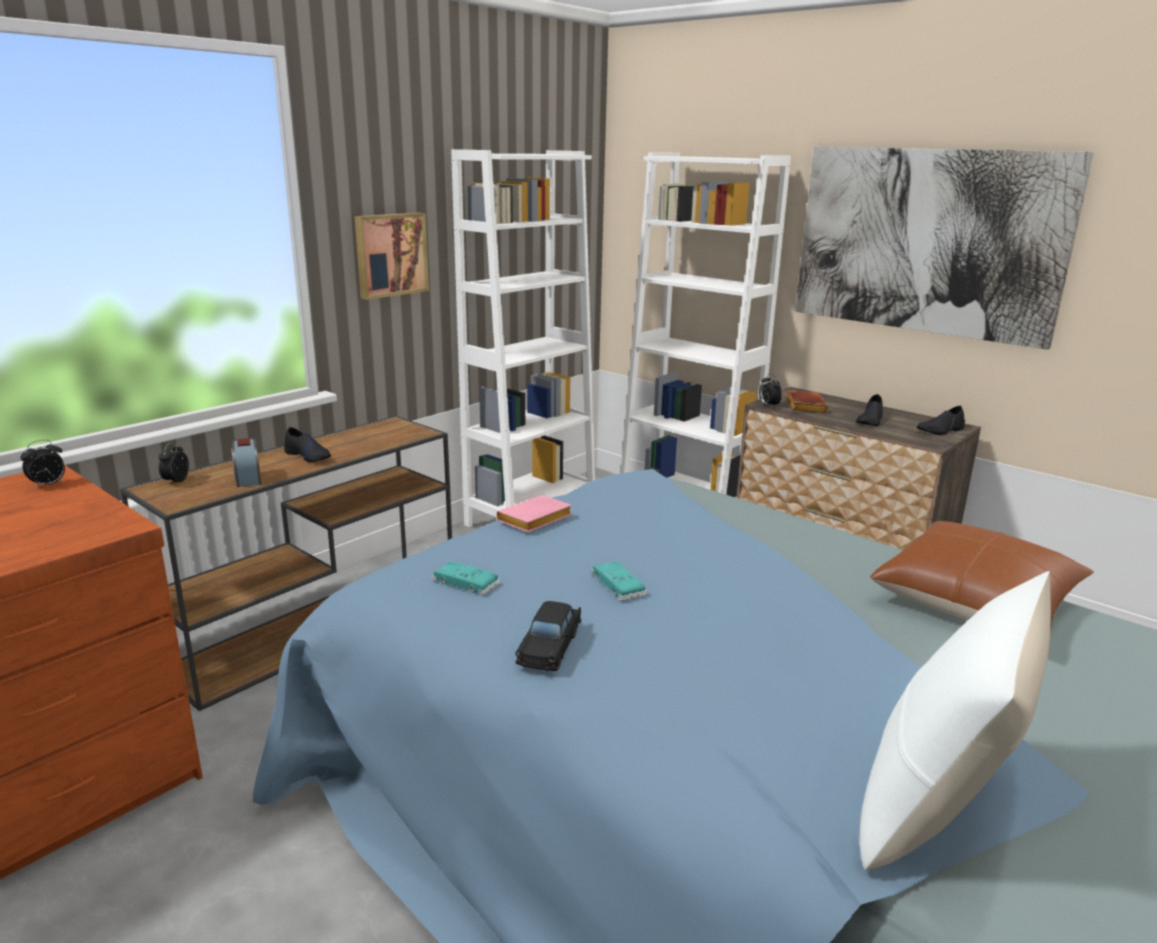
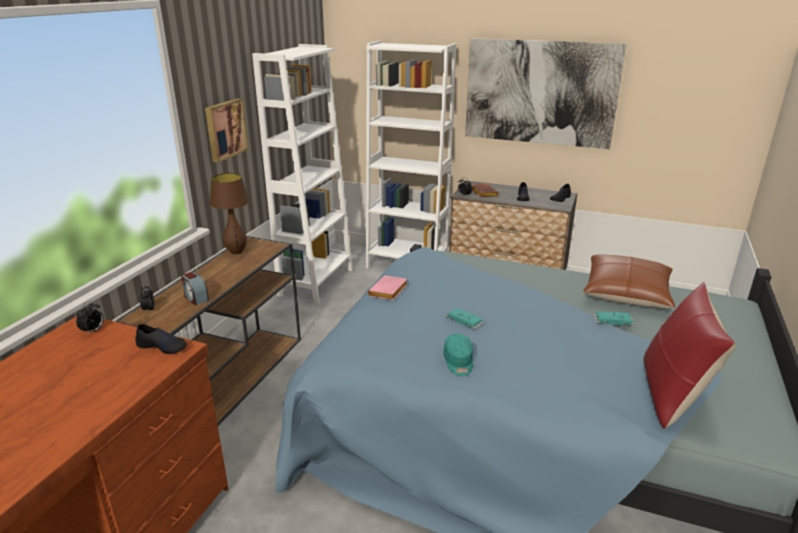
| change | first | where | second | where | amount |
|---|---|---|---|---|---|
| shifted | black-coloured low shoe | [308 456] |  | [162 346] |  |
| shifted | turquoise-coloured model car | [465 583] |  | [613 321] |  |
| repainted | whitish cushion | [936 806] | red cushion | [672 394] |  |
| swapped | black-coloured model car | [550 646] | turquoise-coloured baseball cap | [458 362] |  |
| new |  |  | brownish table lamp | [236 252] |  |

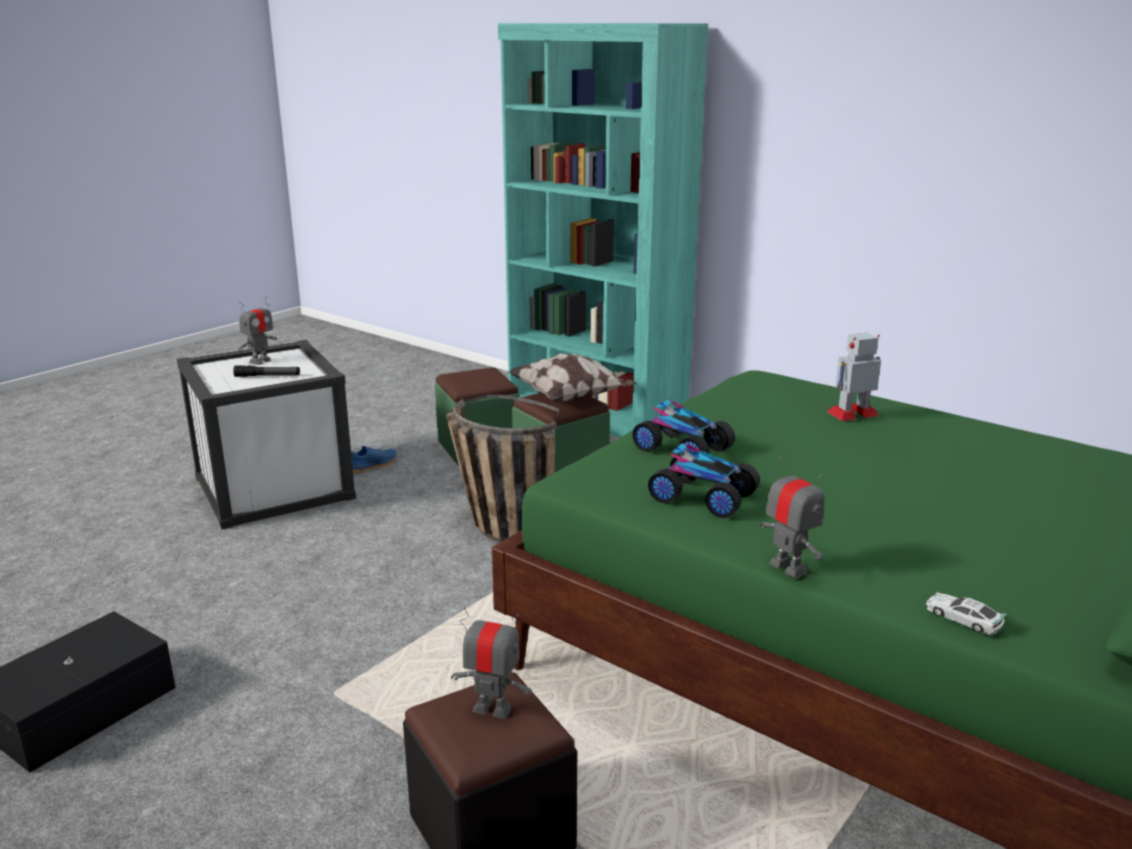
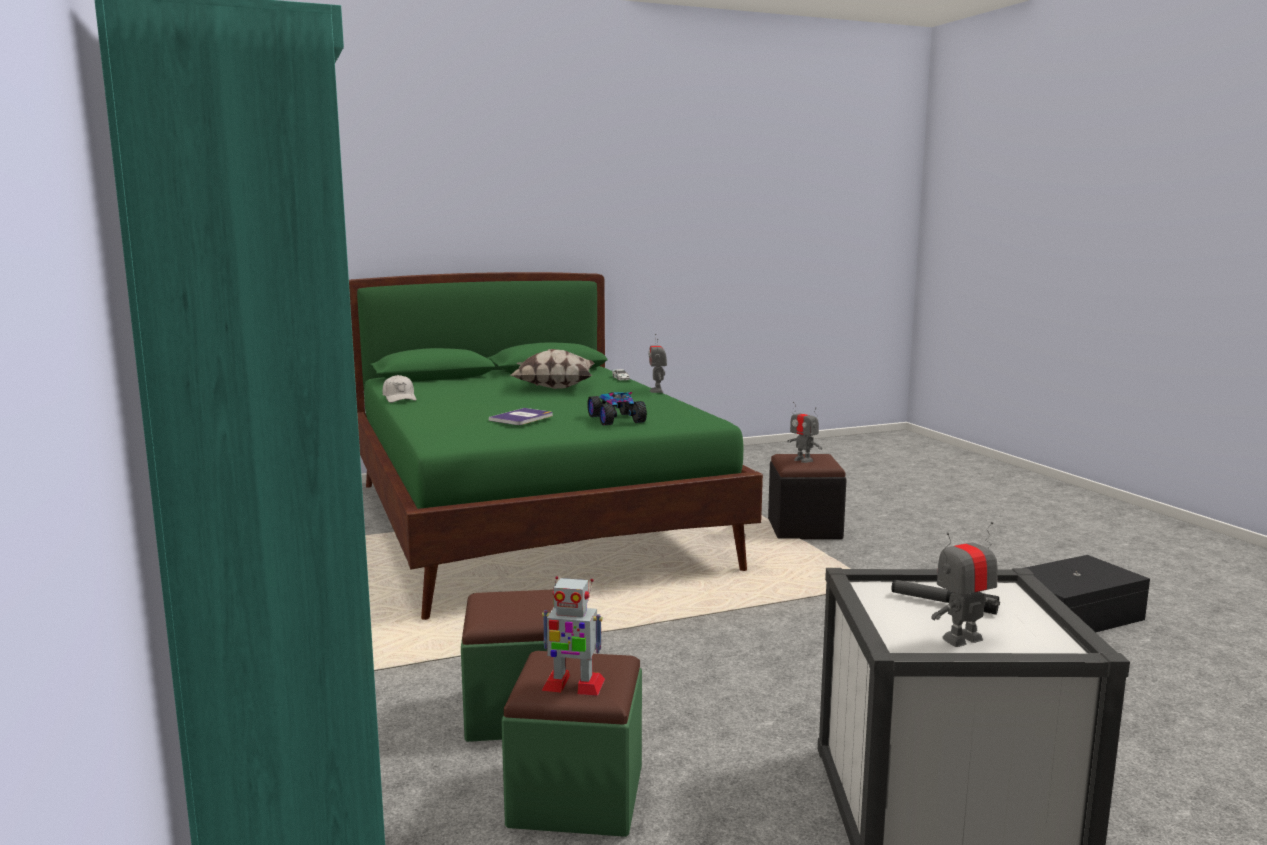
| change | first | where | second | where | amount |
|---|---|---|---|---|---|
| shifted | model robot | [853 413] |  | [572 685] |  |
| shifted | cushion | [571 398] |  | [553 387] |  |
| gone | basket | [496 525] |  |  |  |
| gone | model car | [702 498] |  |  |  |
| gone | blue-coloured low shoe | [372 465] |  |  |  |
| new |  |  | whitish baseball cap | [399 398] |  |
| new |  |  | bound book | [522 418] |  |

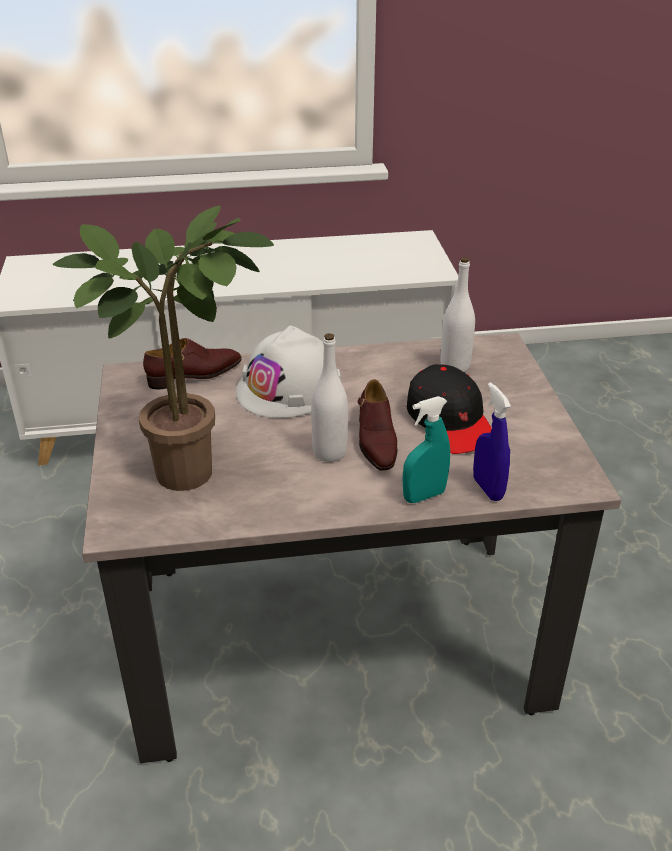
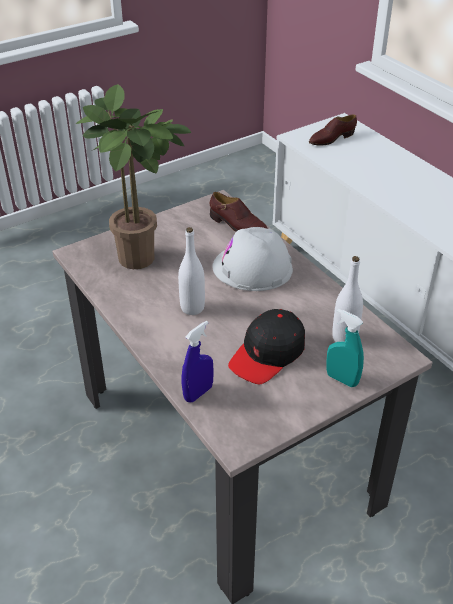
| change | first | where | second | where | amount |
|---|---|---|---|---|---|
| shifted | brownish low shoe | [376 441] |  | [331 138] |  |
| shifted | turquoise-coloured hand sprayer | [424 496] |  | [342 379] |  |

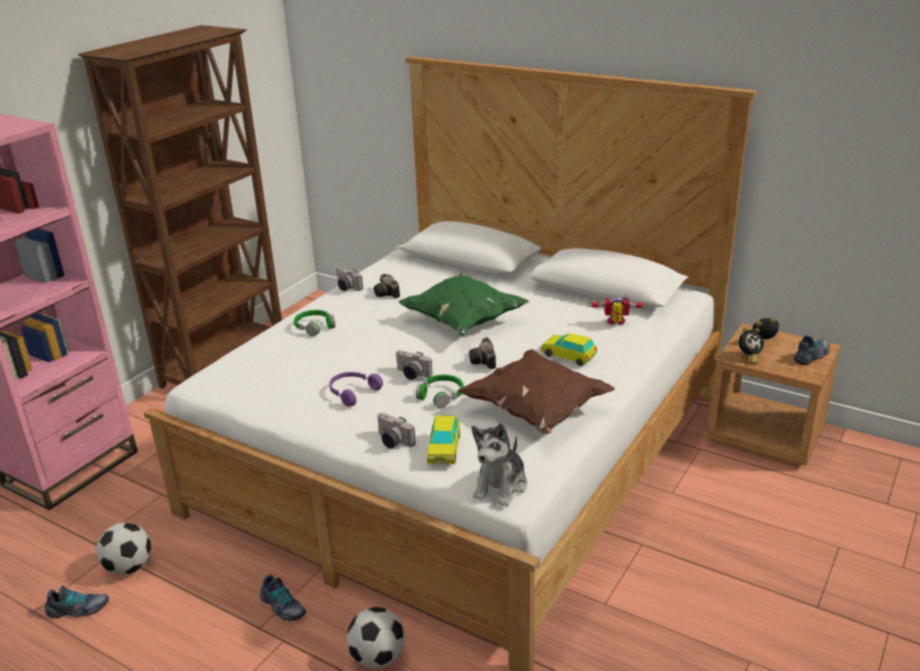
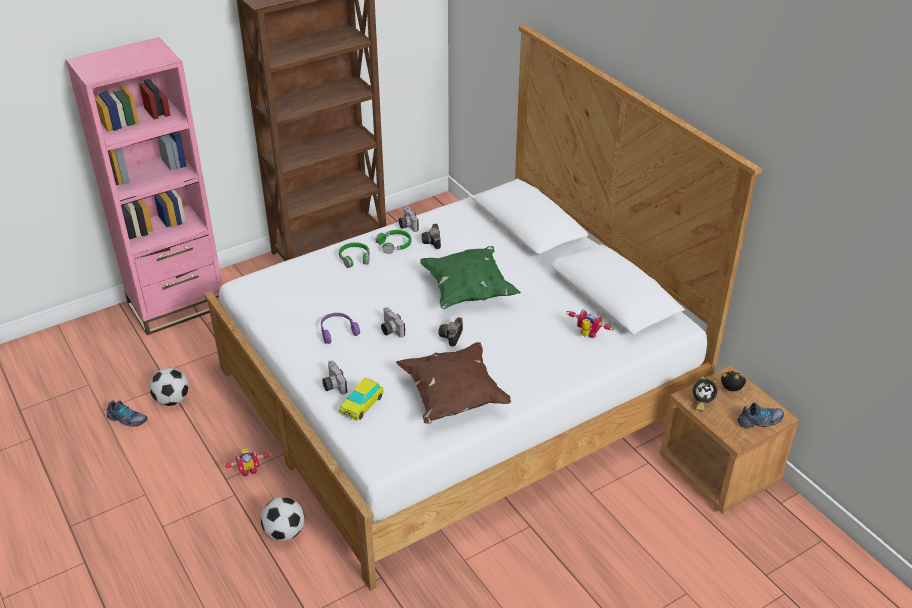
| change | first | where | second | where | amount |
|---|---|---|---|---|---|
| gone | model car | [568 356] |  |  |  |
| shifted | green-coloured pair of headphones | [441 395] |  | [394 245] |  |
| gone | cuddly toy | [501 486] |  |  |  |
| swapped | low shoe | [282 607] | model robot | [248 470] |  |

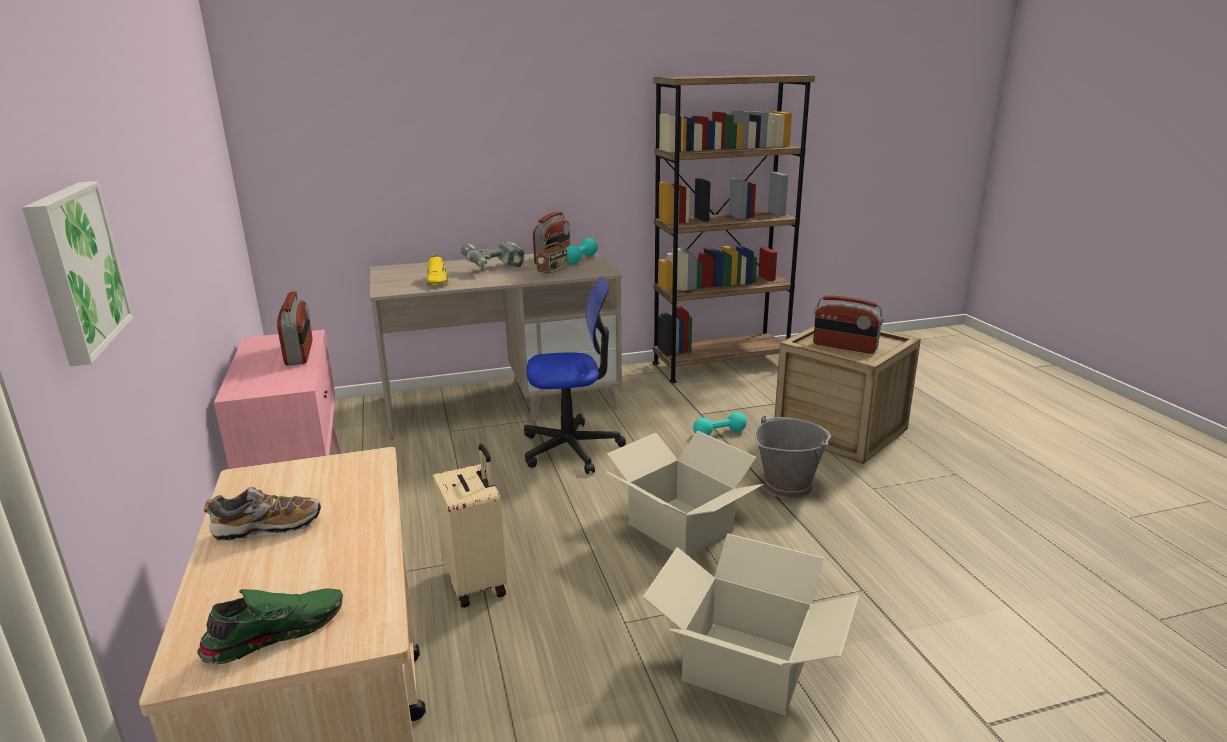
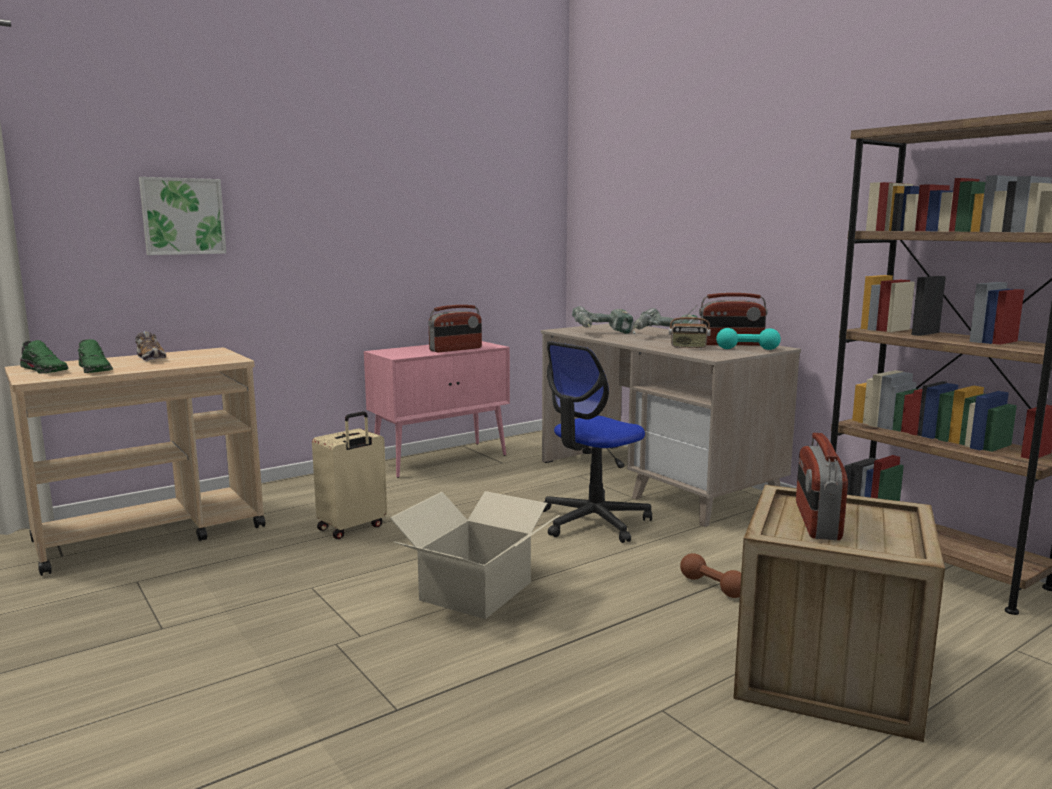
| change | first | where | second | where | amount |
|---|---|---|---|---|---|
| swapped | yellow low shoe | [438 281] | electric drill | [603 334] |  |
| rotated | desk chair | [571 448] |  | [593 522] | 75 degrees clockwise |
| repainted | turquoise-coloured hand weight | [719 433] | brownish hand weight | [712 587] |  |
| gone | grey pail | [787 486] |  |  |  |
| gone | carton | [746 666] |  |  |  |
| new |  |  | green-coloured low shoe | [95 369] |  |

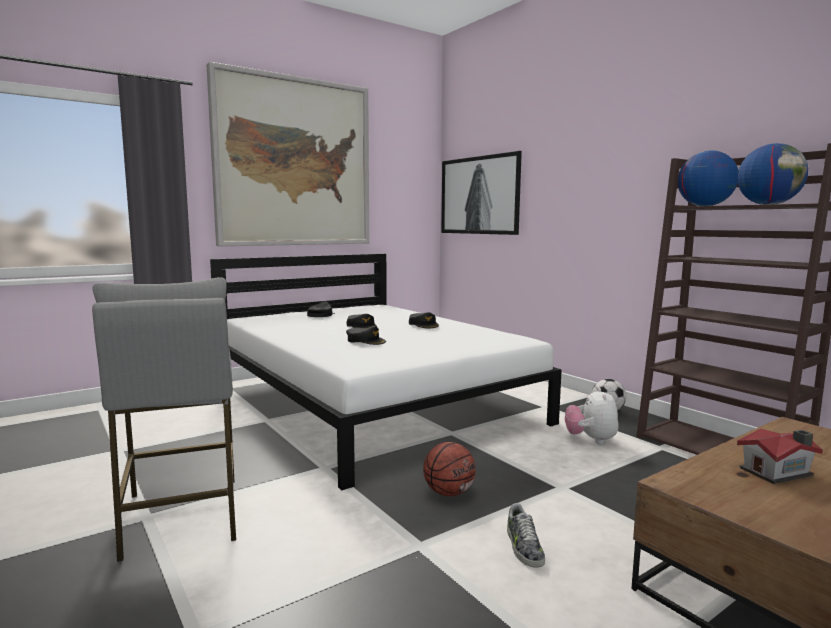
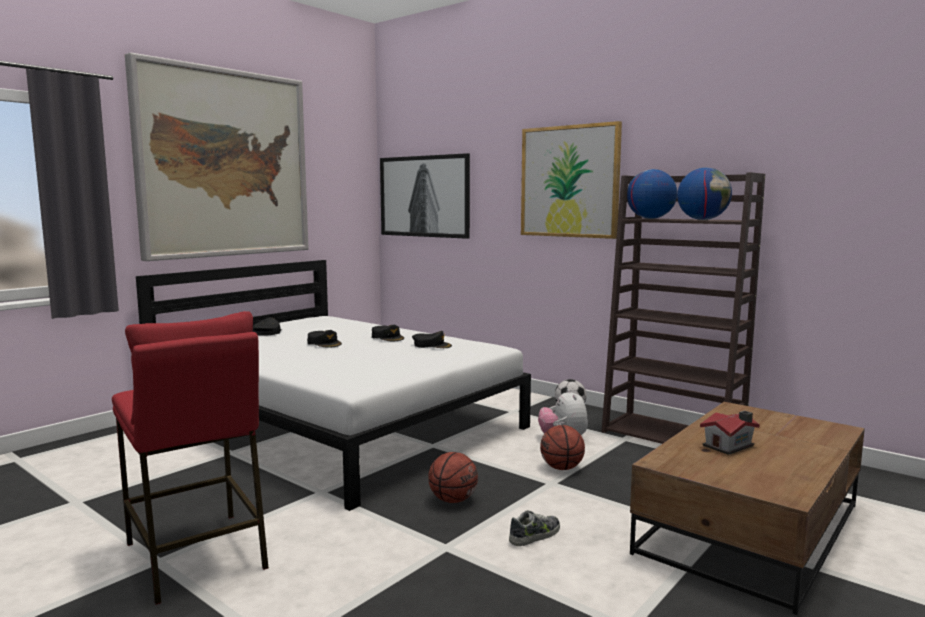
| change | first | where | second | where | amount |
|---|---|---|---|---|---|
| repainted | grey stool | [181 516] | red stool | [196 555] |  |
| shifted | black-coloured baseball cap | [366 341] |  | [432 345] |  |
| rotated | low shoe | [523 547] |  | [535 535] | 105 degrees counterclockwise |
| new |  |  | wall art | [569 181] |  |
| new |  |  | ball for basketball | [562 468] |  |

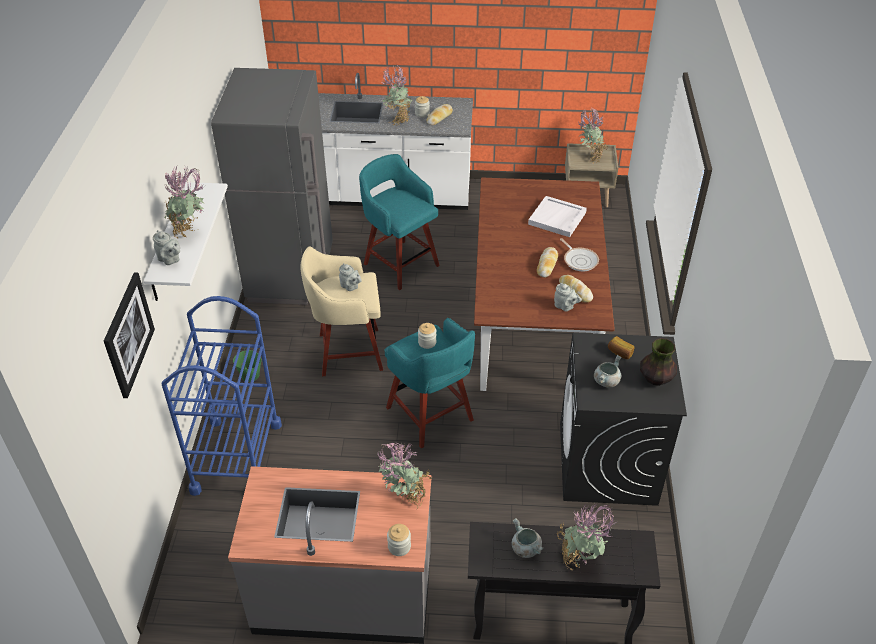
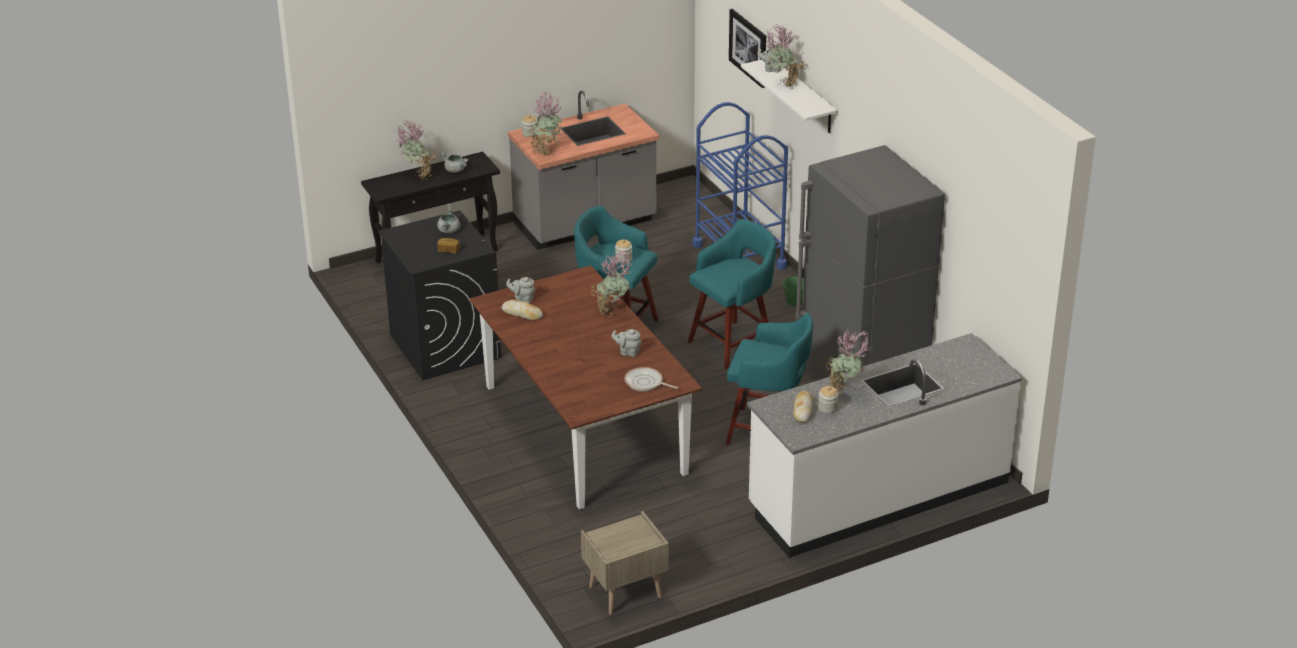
| change | first | where | second | where | amount |
|---|---|---|---|---|---|
| shifted | plant in a pot | [589 157] |  | [612 311] |  |
| gone | whitish serving tray | [557 219] |  |  |  |
| shifted | frying pan | [579 260] |  | [645 383] |  |
| repainted | sand-coloured stool | [347 352] | turquoise-coloured stool | [733 344] |  |
| gone | bread | [547 265] |  |  |  |
| shifted | grey pot for tea | [350 287] |  | [628 352] |  |
| gone | vase | [655 378] |  |  |  |

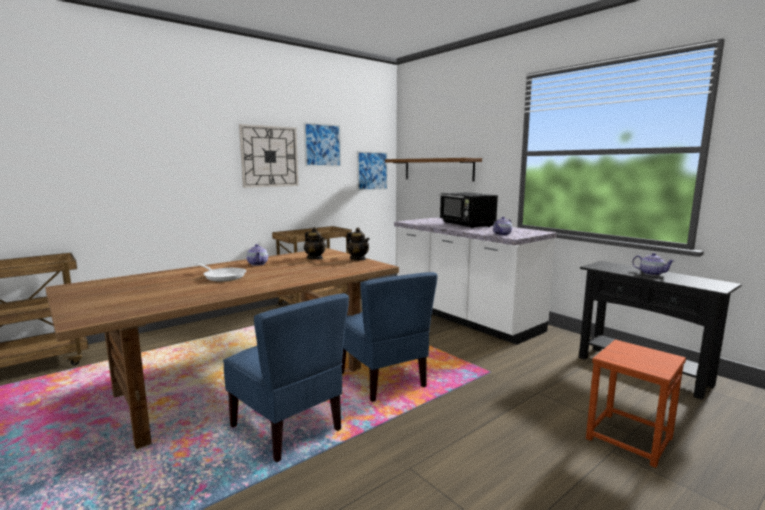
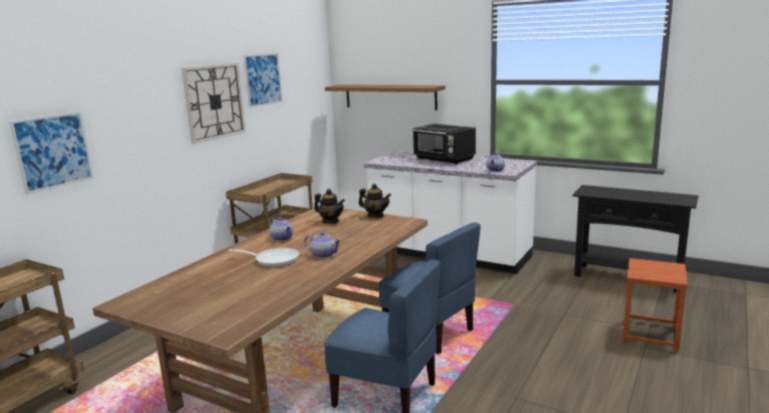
| change | first | where | second | where | amount |
|---|---|---|---|---|---|
| shifted | wall art | [372 171] |  | [53 151] |  |
| shifted | pot for tea | [651 273] |  | [323 255] |  |

